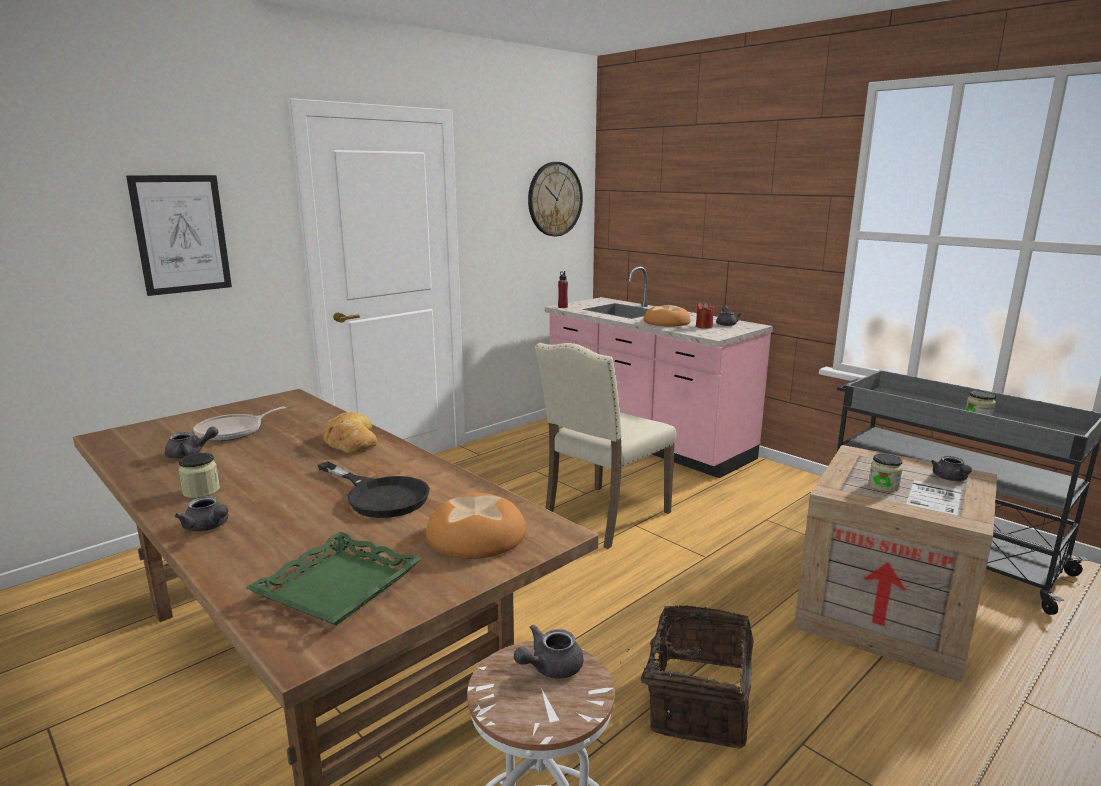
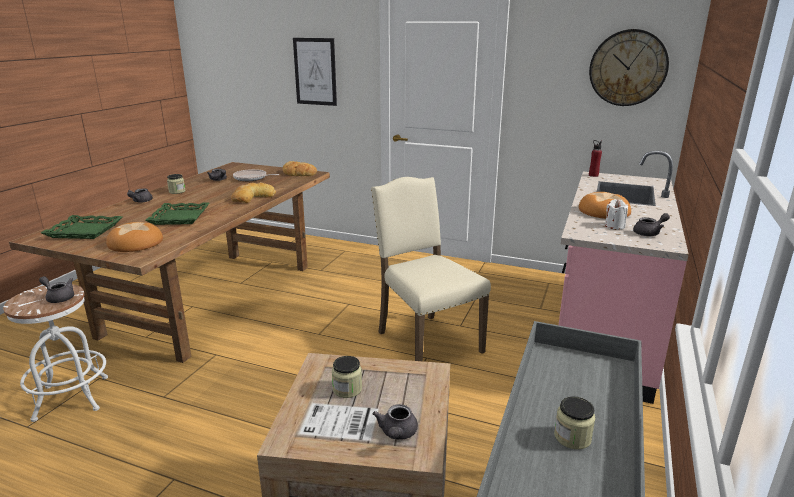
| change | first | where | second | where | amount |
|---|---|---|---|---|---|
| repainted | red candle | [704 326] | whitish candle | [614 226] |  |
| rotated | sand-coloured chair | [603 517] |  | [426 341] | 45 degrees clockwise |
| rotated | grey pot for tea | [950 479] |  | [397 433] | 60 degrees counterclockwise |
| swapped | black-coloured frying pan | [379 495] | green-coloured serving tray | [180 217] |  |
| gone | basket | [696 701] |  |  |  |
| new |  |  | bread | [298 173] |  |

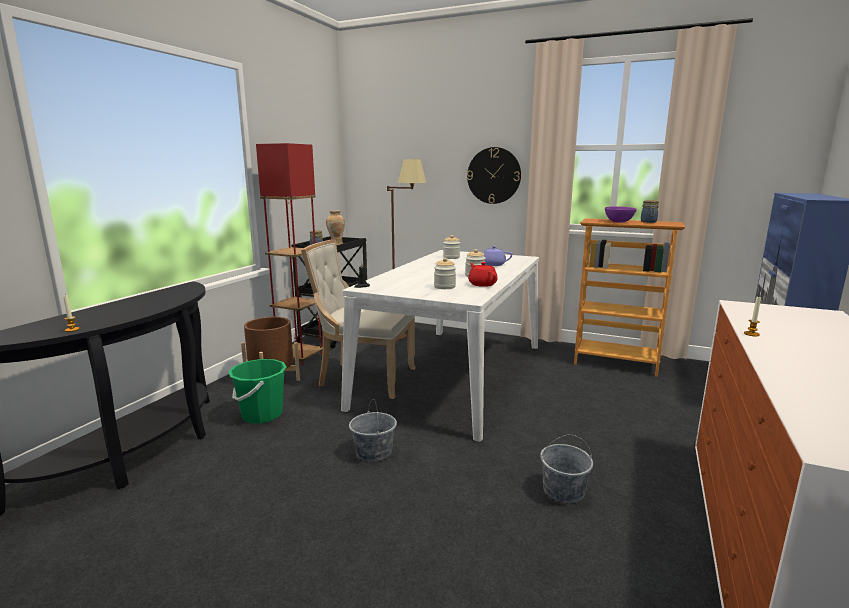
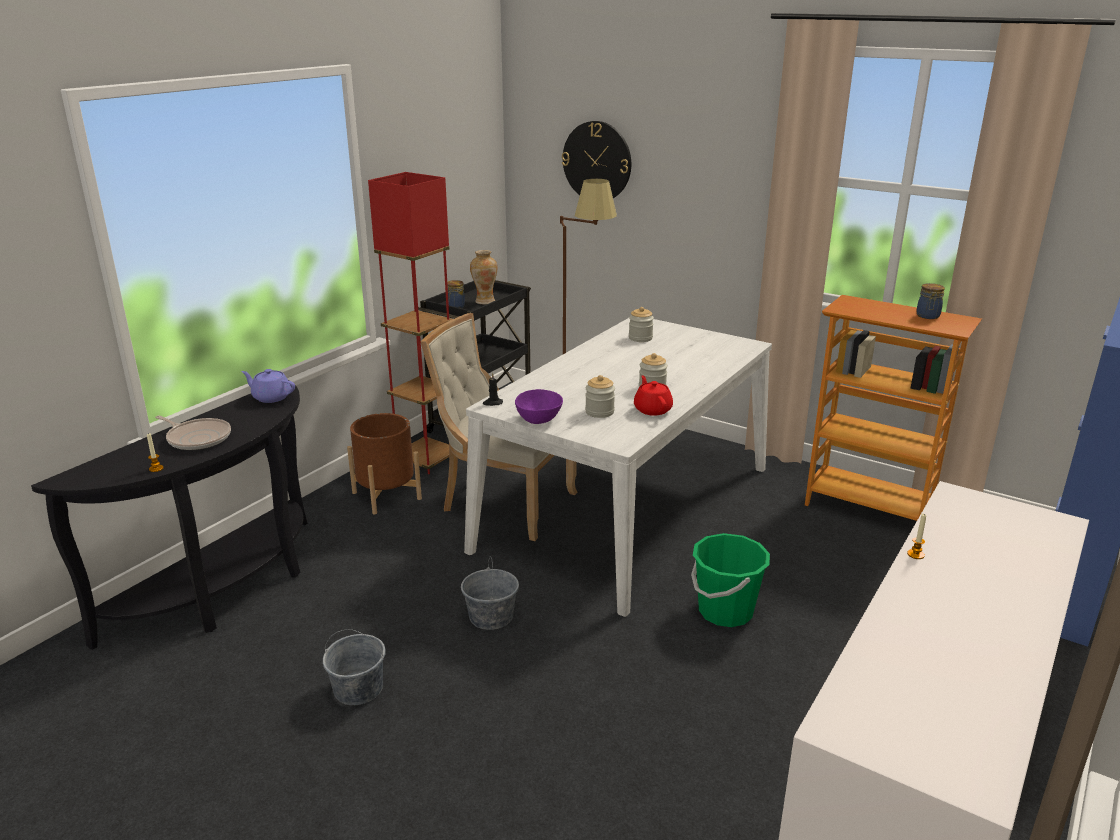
| change | first | where | second | where | amount |
|---|---|---|---|---|---|
| shifted | clock on the wall | [494 175] |  | [597 161] |  |
| shifted | purple-coloured deep dish | [619 221] |  | [539 419] |  |
| shifted | purple-coloured pot for tea | [492 264] |  | [271 397] |  |
| shifted | green-coloured pail | [262 415] |  | [725 611] |  |
| shifted | grey pail | [564 490] |  | [359 689] |  |
| new |  |  | frying pan | [197 438] |  |

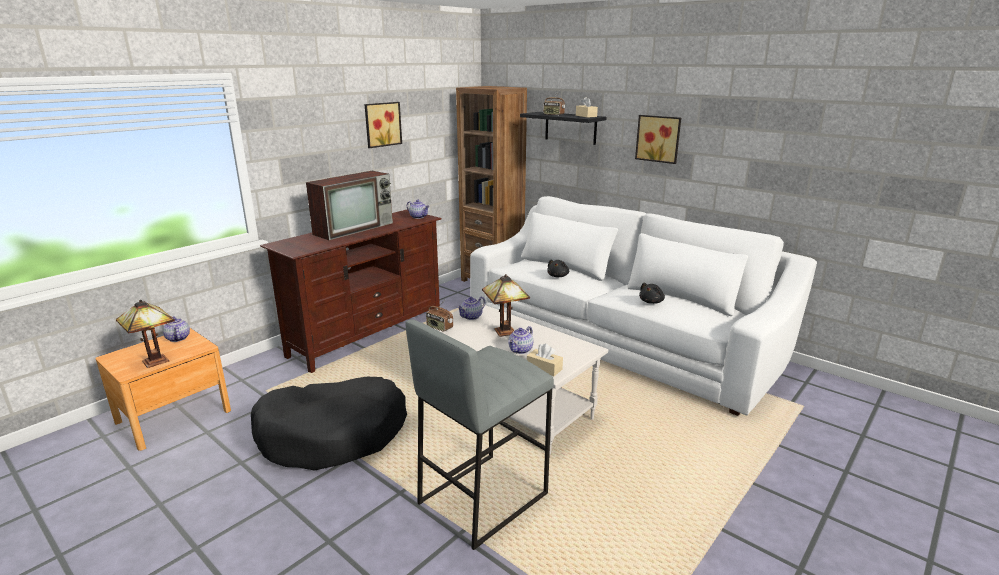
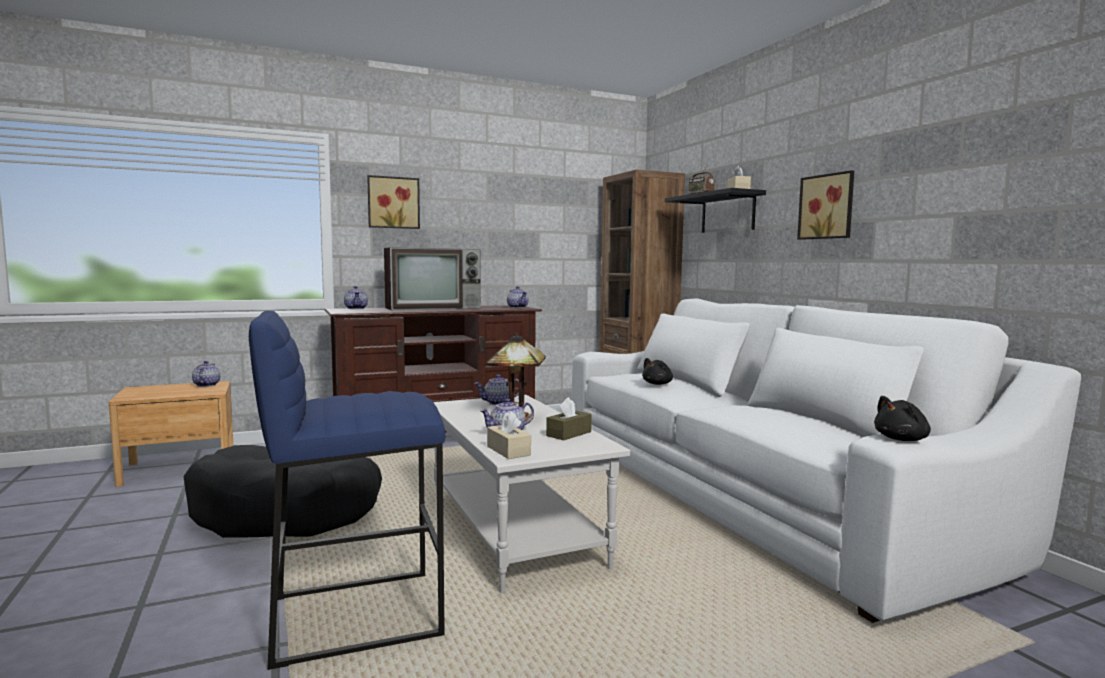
| change | first | where | second | where | amount |
|---|---|---|---|---|---|
| shifted | wall art | [382 124] |  | [393 202] |  |
| shifted | black-coloured cuddly toy | [651 302] |  | [902 439] |  |
| gone | table lamp | [153 361] |  |  |  |
| gone | radio | [439 327] |  |  |  |
| repainted | grey stool | [482 497] | blue-coloured stool | [356 614] |  |
| new |  |  | pot for tea | [356 308] |  |
| new |  |  | brownish box of tissues | [569 434] |  |

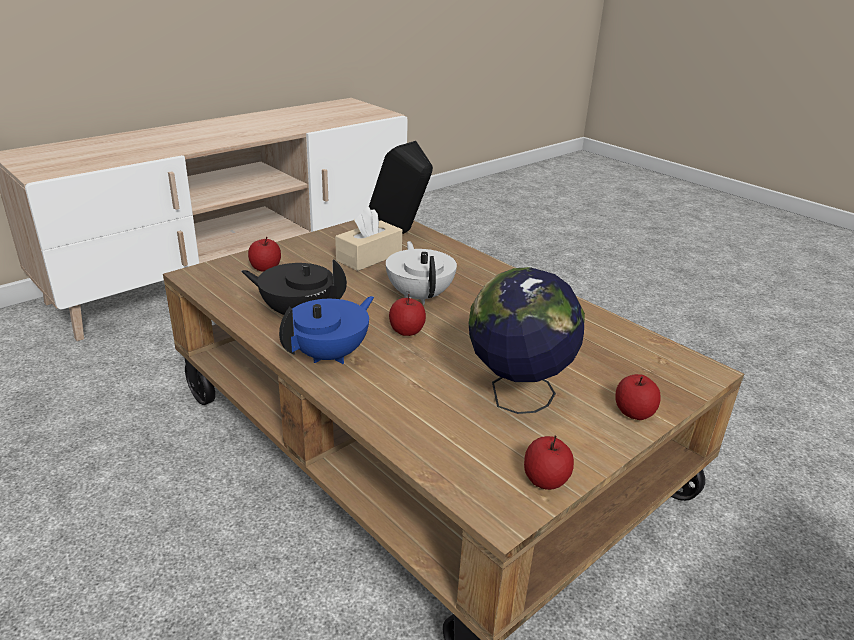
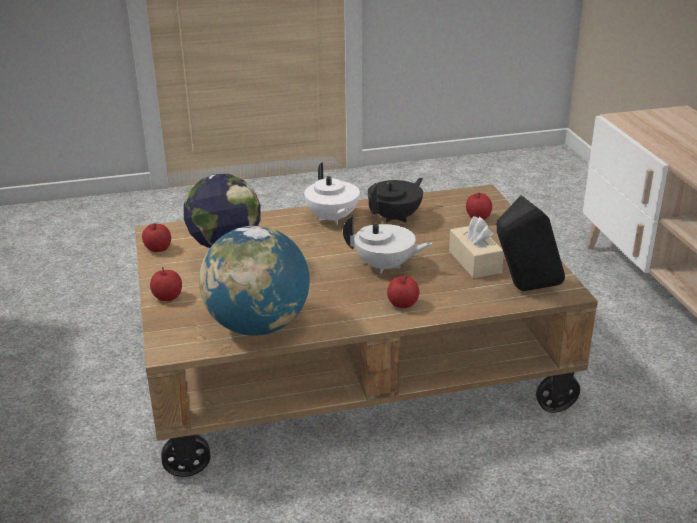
| change | first | where | second | where | amount |
|---|---|---|---|---|---|
| shifted | apple fruit | [406 331] |  | [403 304] |  |
| repainted | blue-coloured pot for tea | [330 355] | whitish pot for tea | [332 218] |  |
| new |  |  | world globe | [258 326] |  |

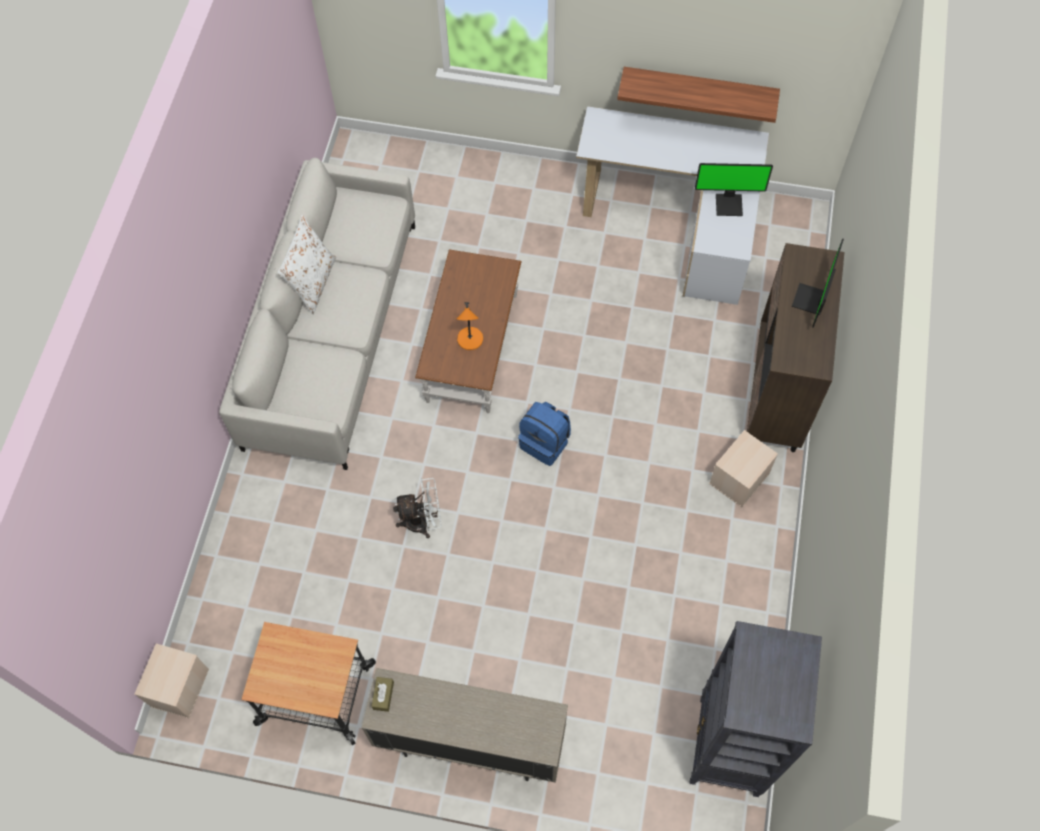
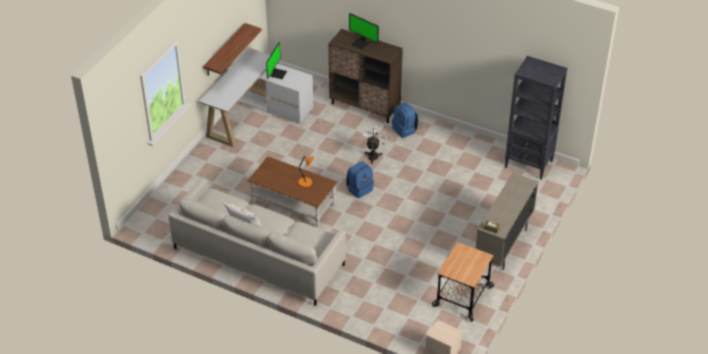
| change | first | where | second | where | amount |
|---|---|---|---|---|---|
| swapped | sand-coloured storage bin | [739 479] | blue-coloured knapsack | [405 130] |  |
| shifted | whitish electric fan | [423 521] |  | [373 155] |  |

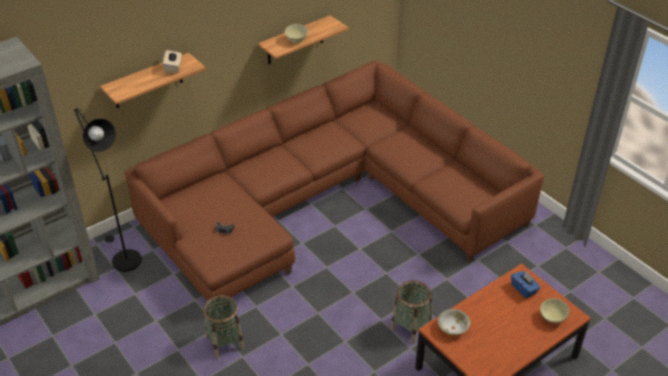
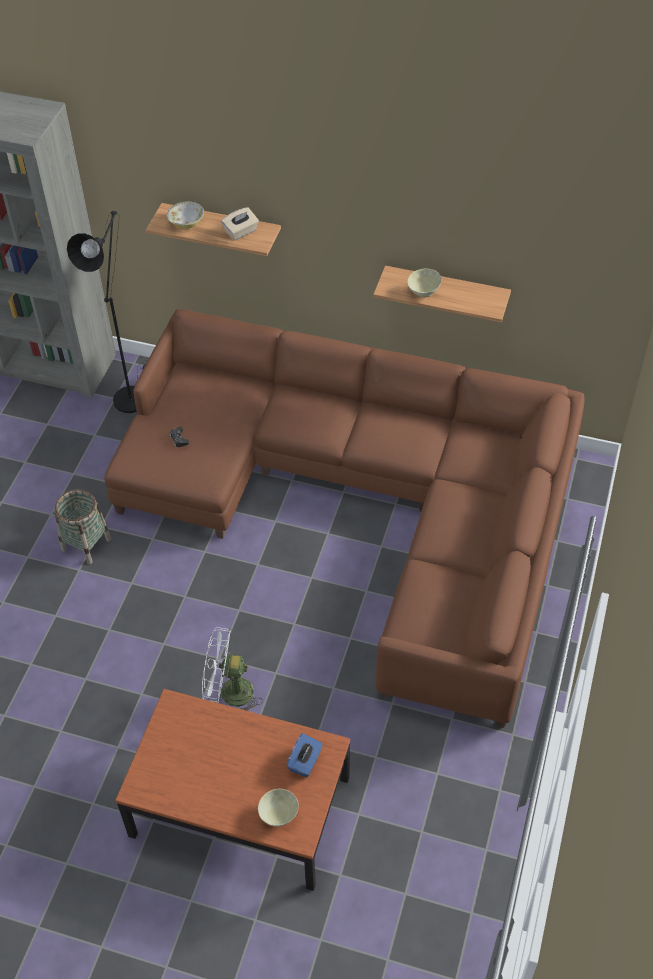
| change | first | where | second | where | amount |
|---|---|---|---|---|---|
| swapped | basket | [410 327] | whitish electric fan | [229 693] |  |
| shifted | deep dish | [452 328] |  | [186 223] |  |

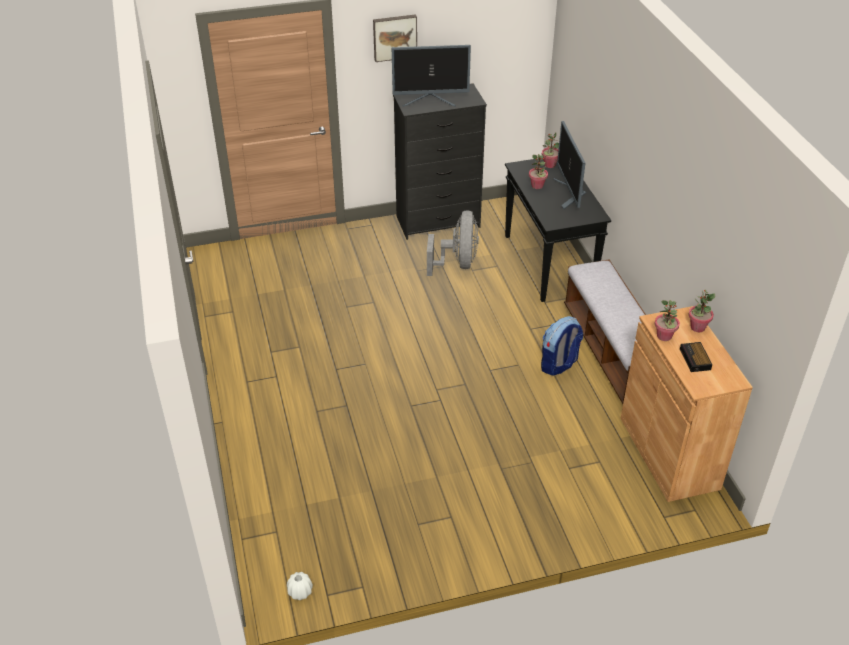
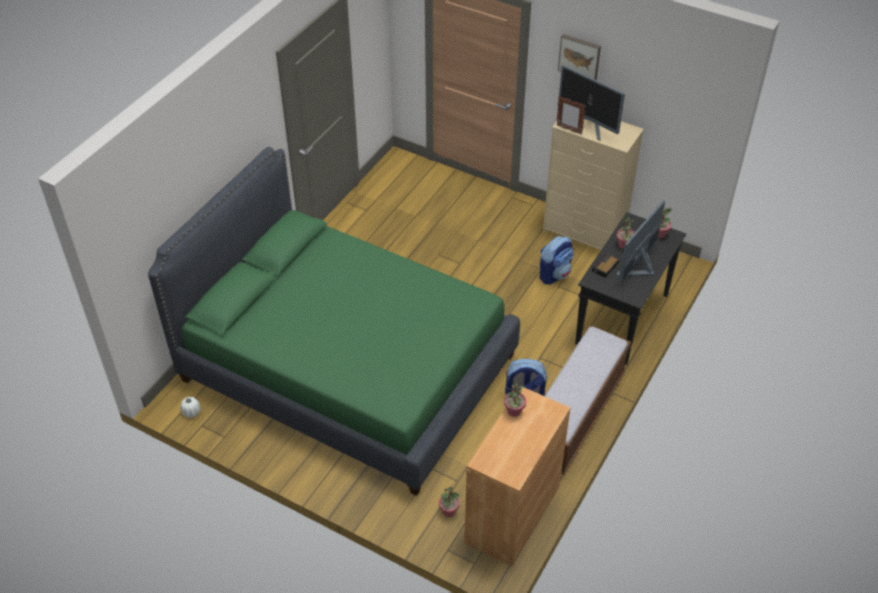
| change | first | where | second | where | amount |
|---|---|---|---|---|---|
| repainted | black-coloured drawer chest | [439 221] | sand-coloured drawer chest | [584 233] |  |
| swapped | grey electric fan | [457 263] | knapsack | [554 274] |  |
| shifted | plant in a pot | [697 327] |  | [448 511] |  |
| shifted | bedside clock | [695 360] |  | [605 267] |  |
| new |  |  | photo frame | [569 130] |  |
| new |  |  | green-coloured sleeping bed | [348 367] |  |

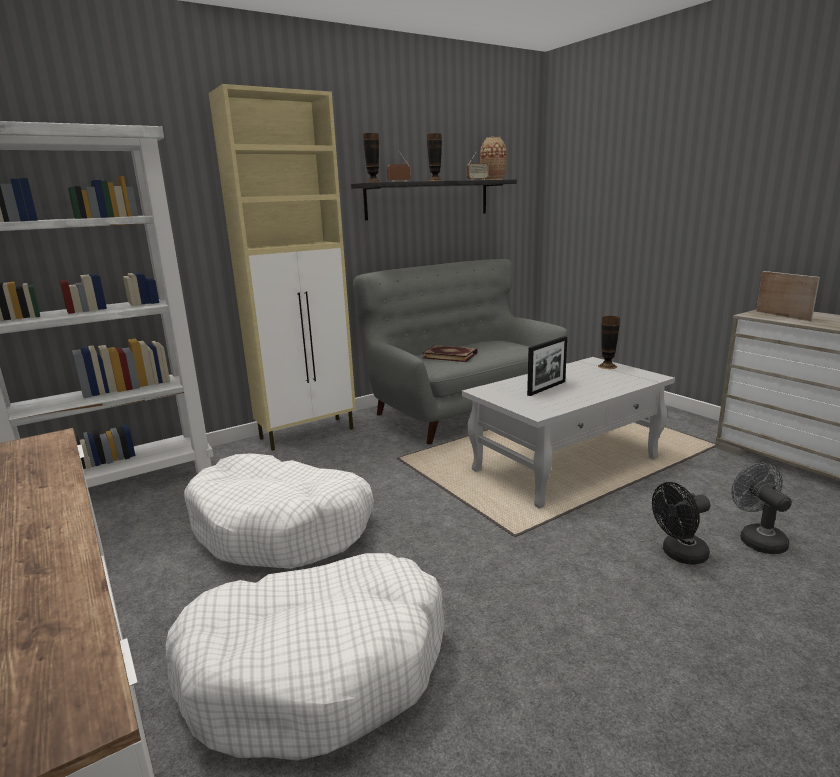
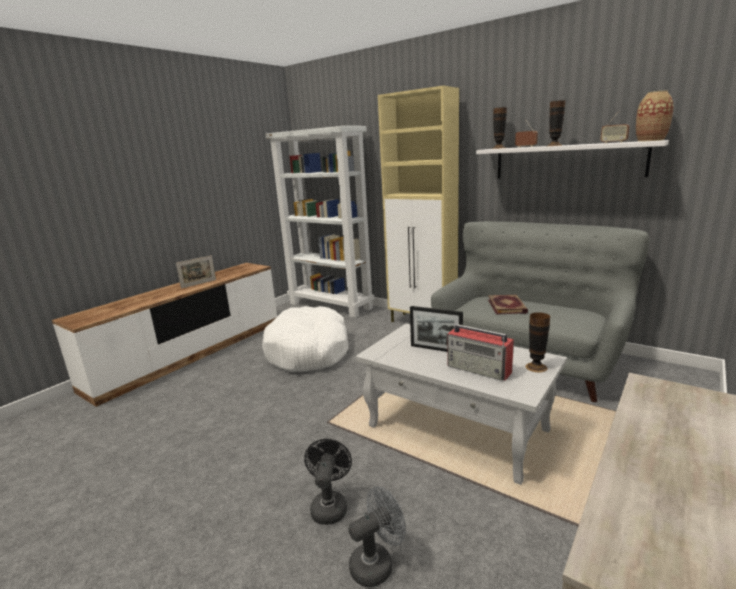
| change | first | where | second | where | amount |
|---|---|---|---|---|---|
| repainted | black-coloured shelf | [428 199] | whitish shelf | [567 161] |  |
| shifted | photo frame | [782 316] |  | [199 284] |  |
| rotated | black-coloured electric fan | [679 555] |  | [329 505] | 45 degrees clockwise |
| gone | whitish dog bed | [318 668] |  |  |  |
| new |  |  | radio | [479 369] |  |

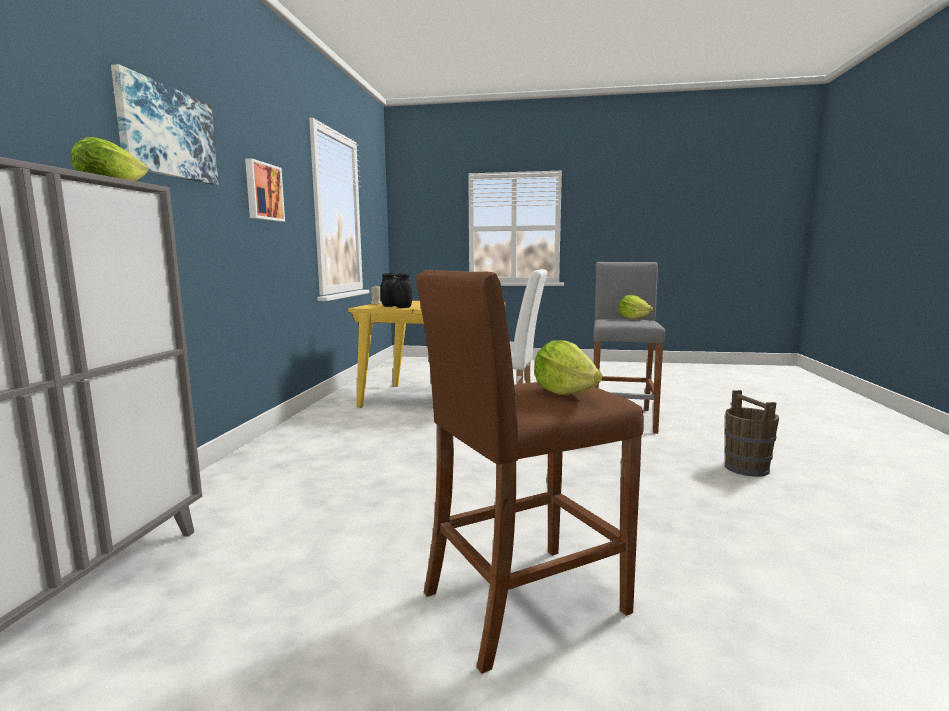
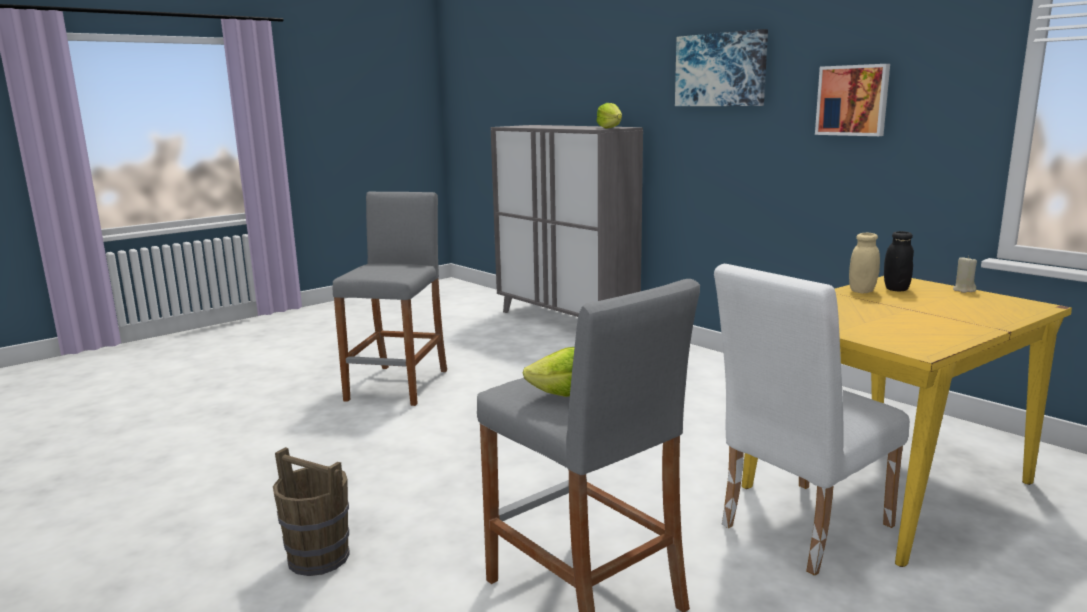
| change | first | where | second | where | amount |
|---|---|---|---|---|---|
| repainted | brownish stool | [523 602] | grey stool | [398 385] |  |
| repainted | black-coloured storage jar | [403 307] | sand-coloured storage jar | [862 291] |  |
| gone | lettuce head | [565 392] |  |  |  |

